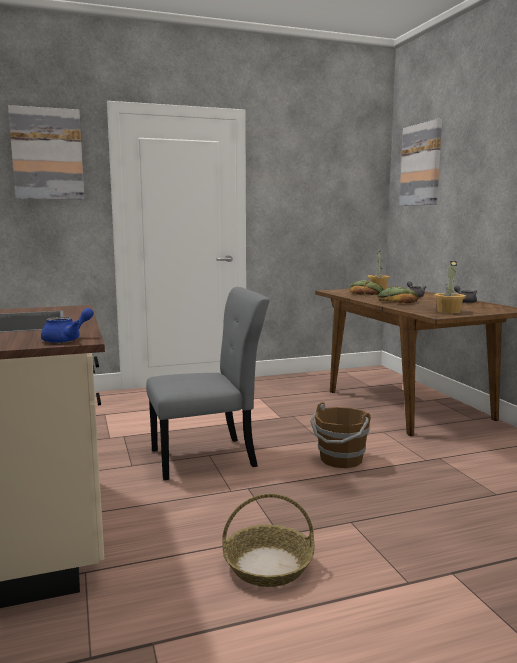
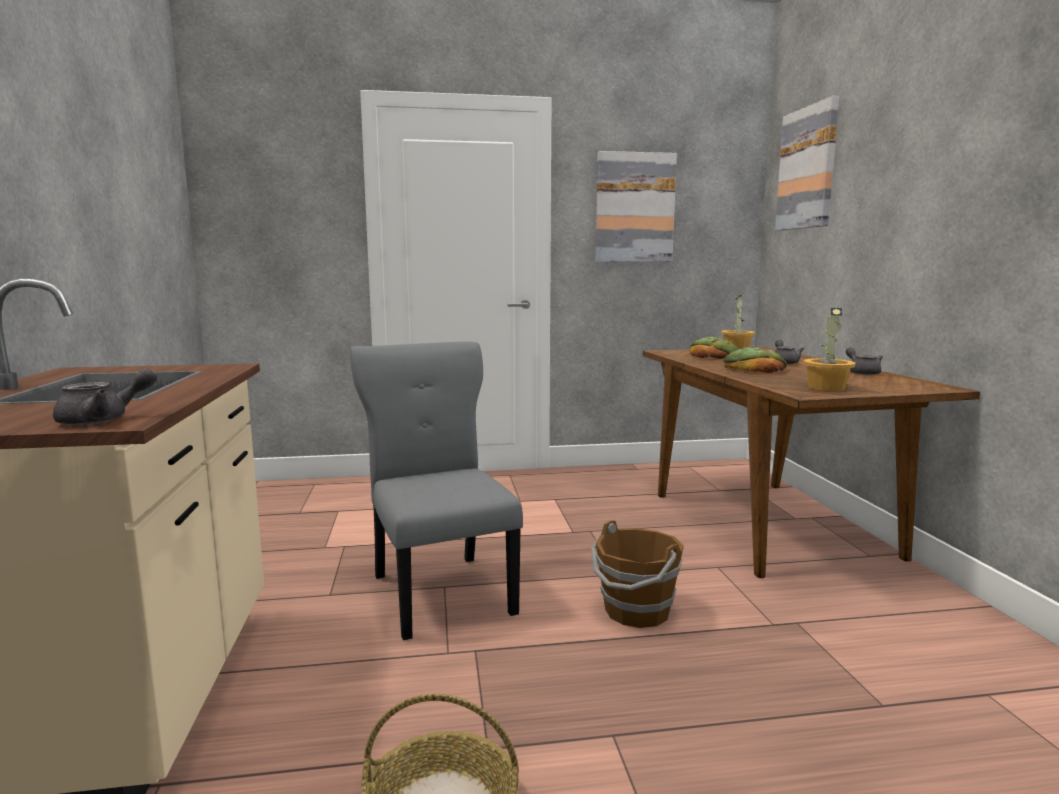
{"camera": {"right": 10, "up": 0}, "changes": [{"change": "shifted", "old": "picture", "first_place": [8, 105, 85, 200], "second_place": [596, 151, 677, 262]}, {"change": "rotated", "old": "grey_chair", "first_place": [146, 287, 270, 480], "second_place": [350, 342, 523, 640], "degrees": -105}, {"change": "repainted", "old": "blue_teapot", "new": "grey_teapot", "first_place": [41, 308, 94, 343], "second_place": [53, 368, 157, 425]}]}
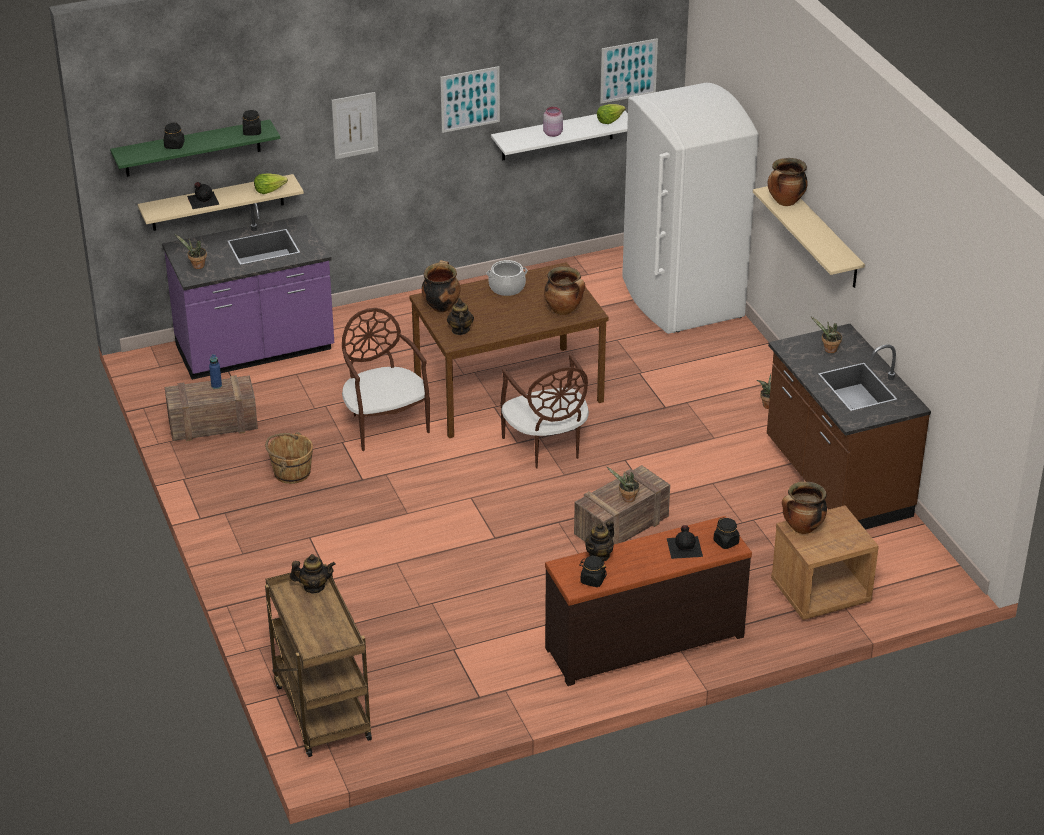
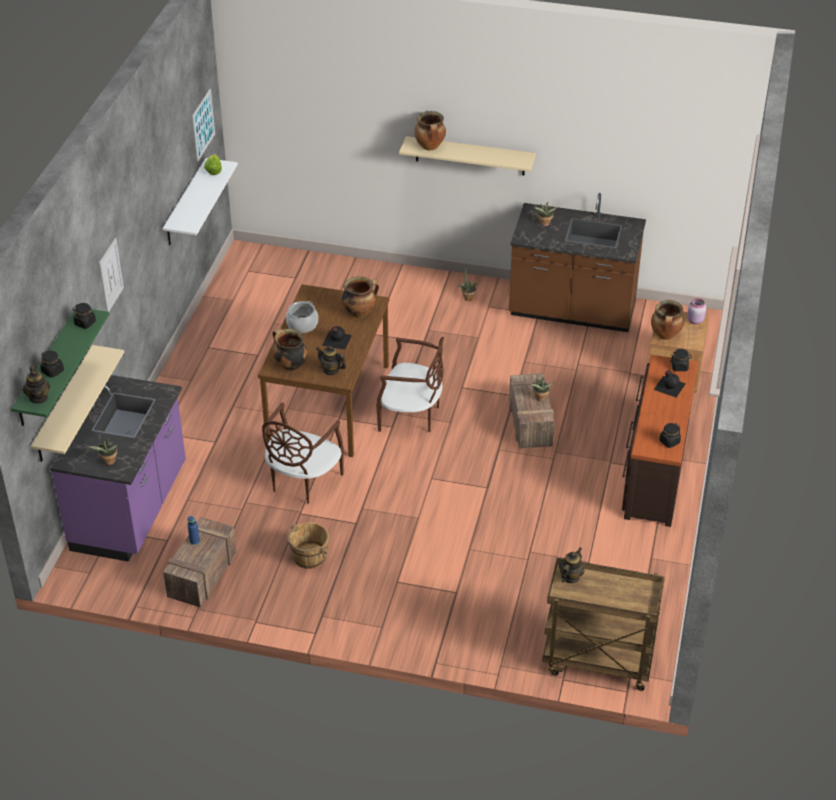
{"camera": {"right": -55, "up": 5}, "changes": [{"change": "gone", "old": "picture", "first_place": [440, 66, 500, 133]}, {"change": "gone", "old": "white_fridge", "first_place": [622, 82, 759, 334]}, {"change": "shifted", "old": "pink_jar", "first_place": [543, 107, 563, 137], "second_place": [687, 298, 706, 324]}, {"change": "gone", "old": "lettuce", "first_place": [254, 173, 288, 194]}, {"change": "shifted", "old": "black_bottle", "first_place": [187, 182, 220, 209], "second_place": [322, 326, 352, 350]}, {"change": "rotated", "old": "brown_chair", "first_place": [342, 308, 430, 451], "second_place": [262, 402, 344, 504], "degrees": -75}, {"change": "shifted", "old": "teapot", "first_place": [585, 520, 614, 562], "second_place": [22, 366, 50, 404]}]}
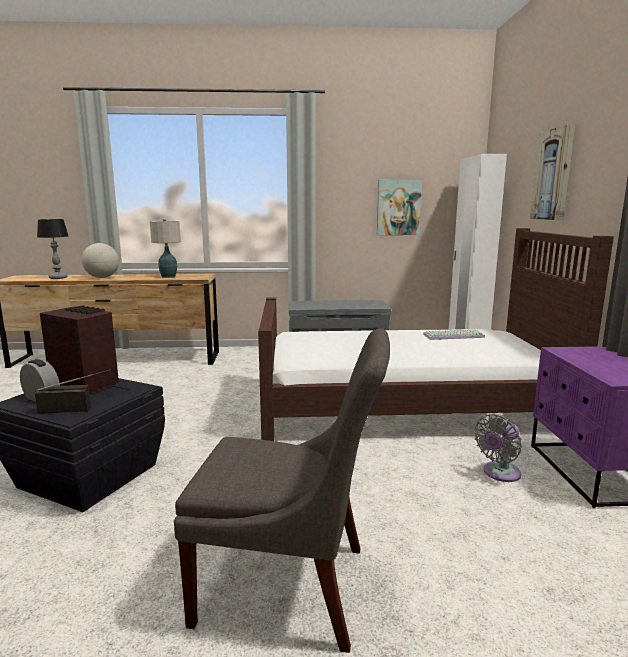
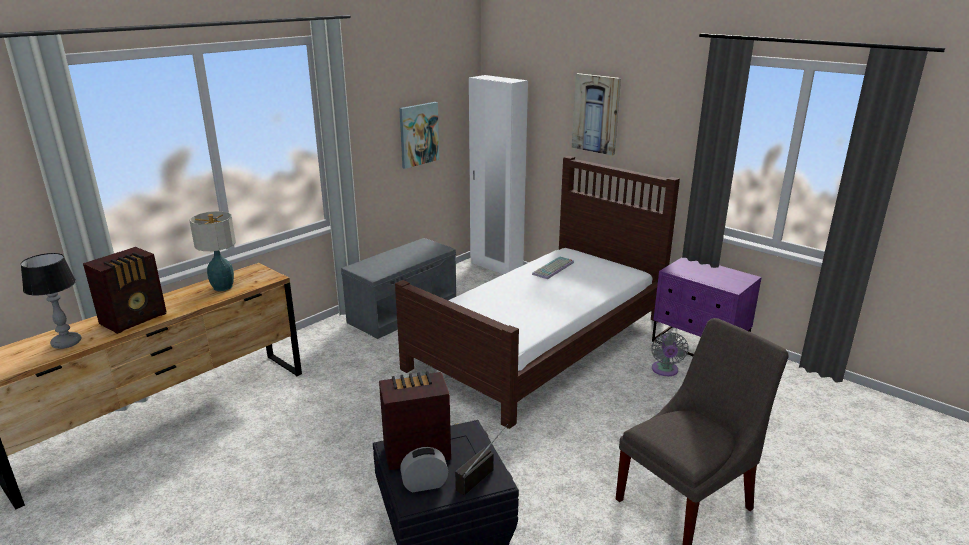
{"camera": {"right": -45, "up": 10}, "changes": [{"change": "swapped", "old": "globe", "new": "radio", "first_place": [81, 243, 119, 278], "second_place": [83, 247, 167, 334]}]}
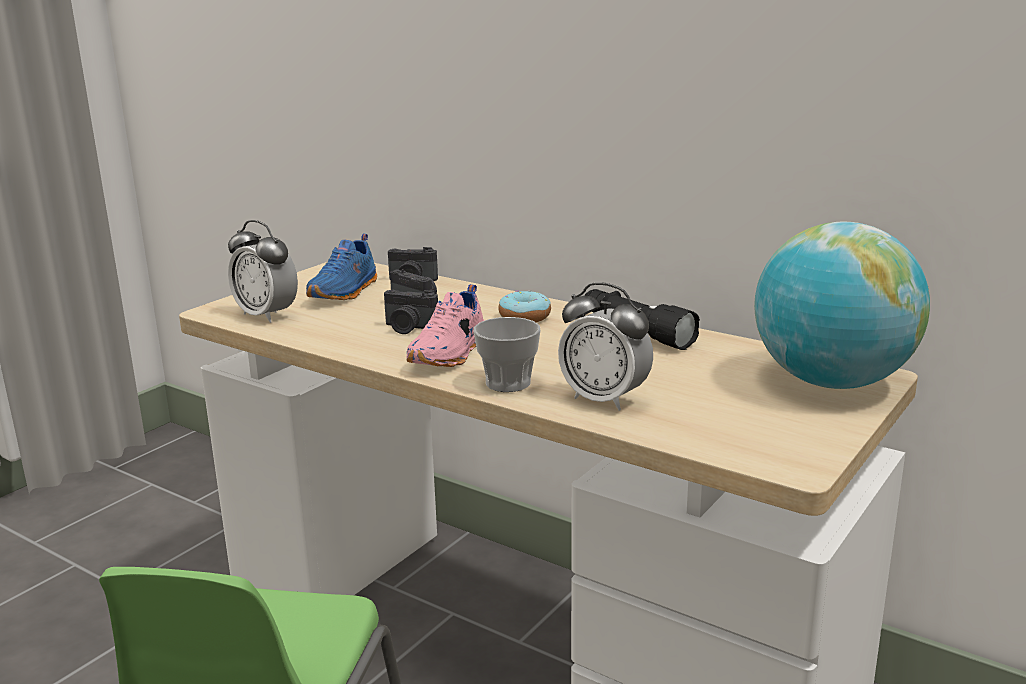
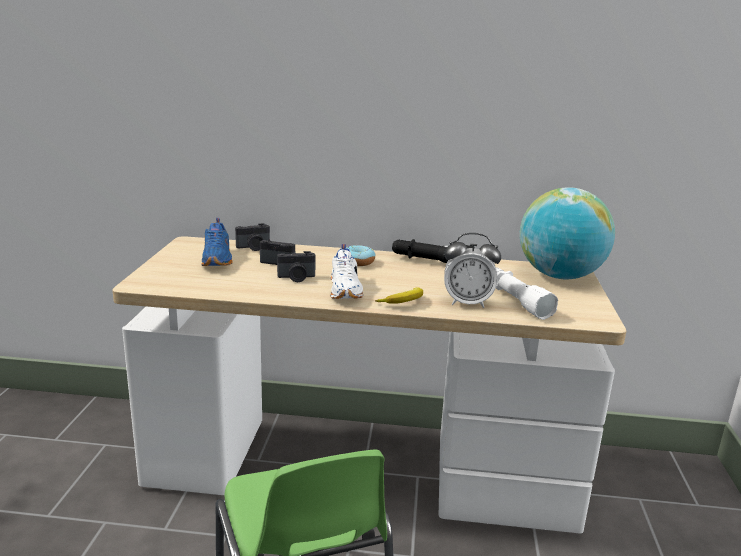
{"camera": {"right": -30, "up": 0}, "changes": [{"change": "gone", "old": "alarm_clock", "first_place": [228, 220, 298, 323]}, {"change": "repainted", "old": "pink_shoe", "new": "white_shoe", "first_place": [407, 284, 484, 367], "second_place": [330, 244, 363, 299]}, {"change": "swapped", "old": "cup", "new": "banana", "first_place": [474, 317, 541, 392], "second_place": [375, 287, 423, 304]}, {"change": "new", "new": "white_flashlight", "second_place": [496, 267, 558, 320]}]}
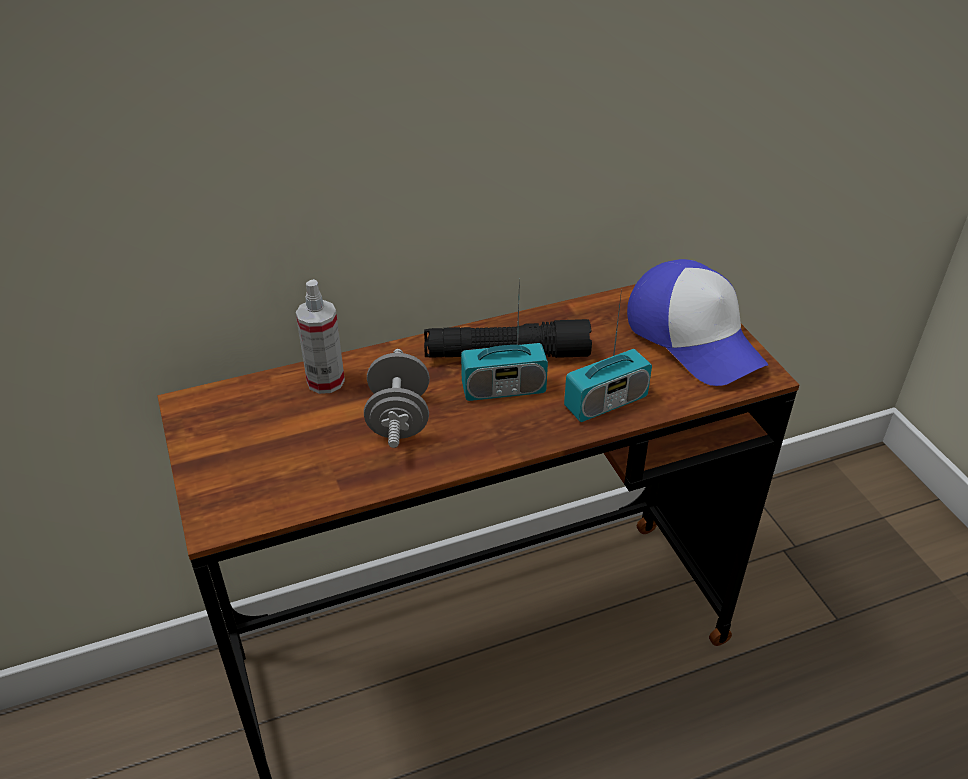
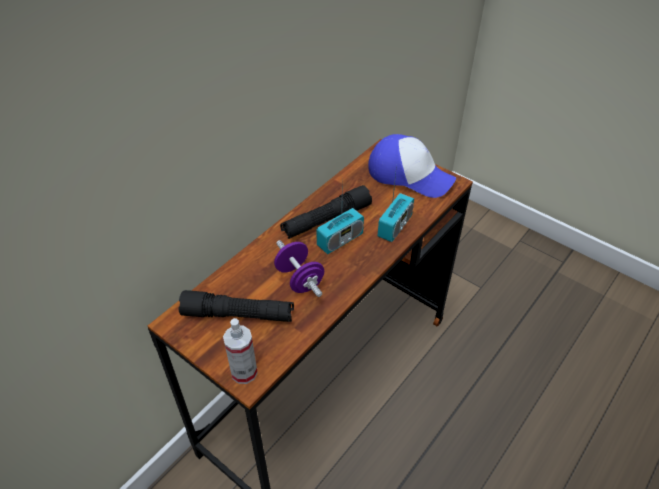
{"camera": {"right": -30, "up": 5}, "changes": [{"change": "shifted", "old": "spray_bottle", "first_place": [296, 279, 345, 394], "second_place": [223, 318, 258, 384]}, {"change": "repainted", "old": "grey_dumbbell", "new": "purple_dumbbell", "first_place": [364, 349, 430, 448], "second_place": [274, 240, 324, 297]}, {"change": "new", "new": "black_flashlight", "second_place": [178, 290, 294, 322]}]}
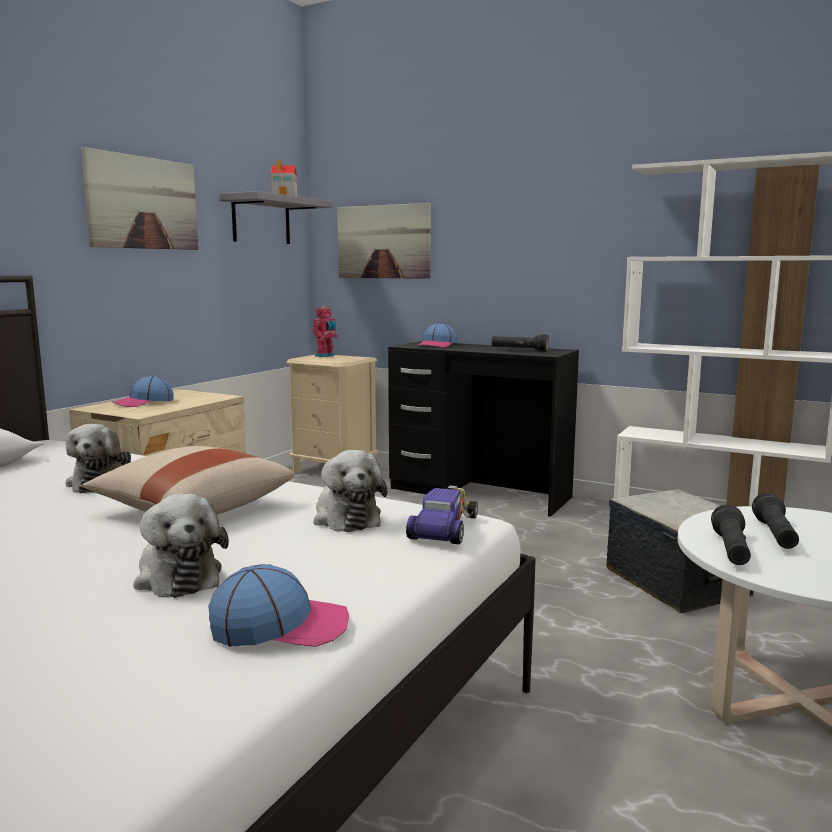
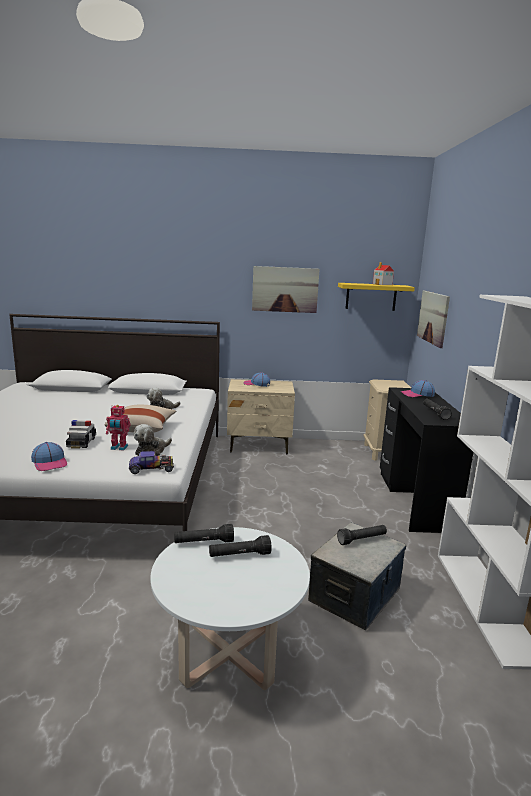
{"camera": {"right": 60, "up": 5}, "changes": [{"change": "repainted", "old": "grey_shelf", "new": "yellow_shelf", "first_place": [219, 191, 333, 244], "second_place": [338, 283, 415, 311]}, {"change": "shifted", "old": "toy_robot", "first_place": [313, 306, 338, 357], "second_place": [106, 405, 131, 451]}, {"change": "swapped", "old": "plush_toy", "new": "toy_car", "first_place": [133, 494, 229, 598], "second_place": [66, 420, 96, 449]}, {"change": "new", "new": "black_flashlight", "second_place": [337, 525, 387, 545]}]}
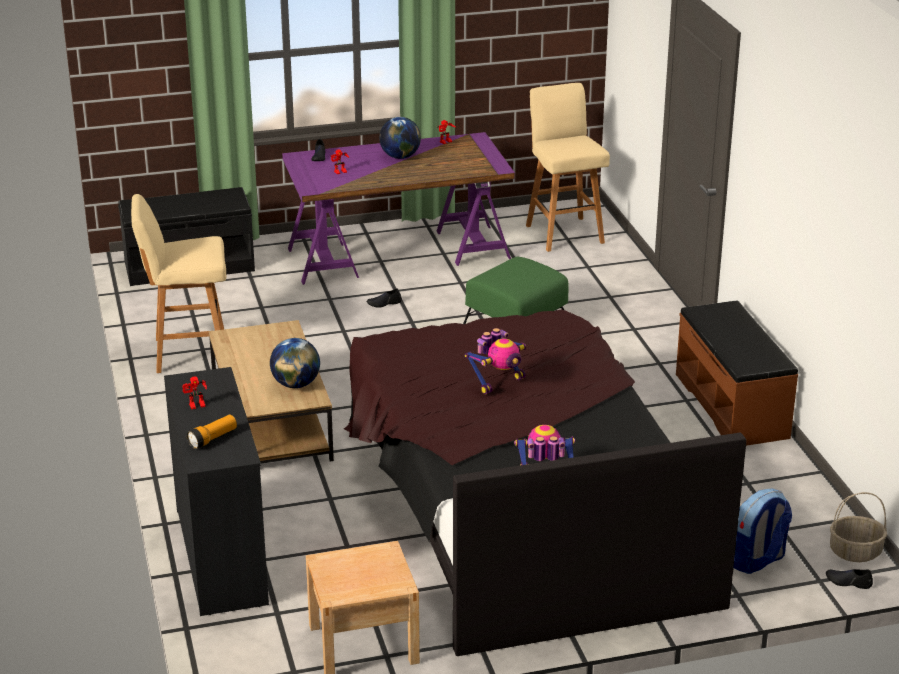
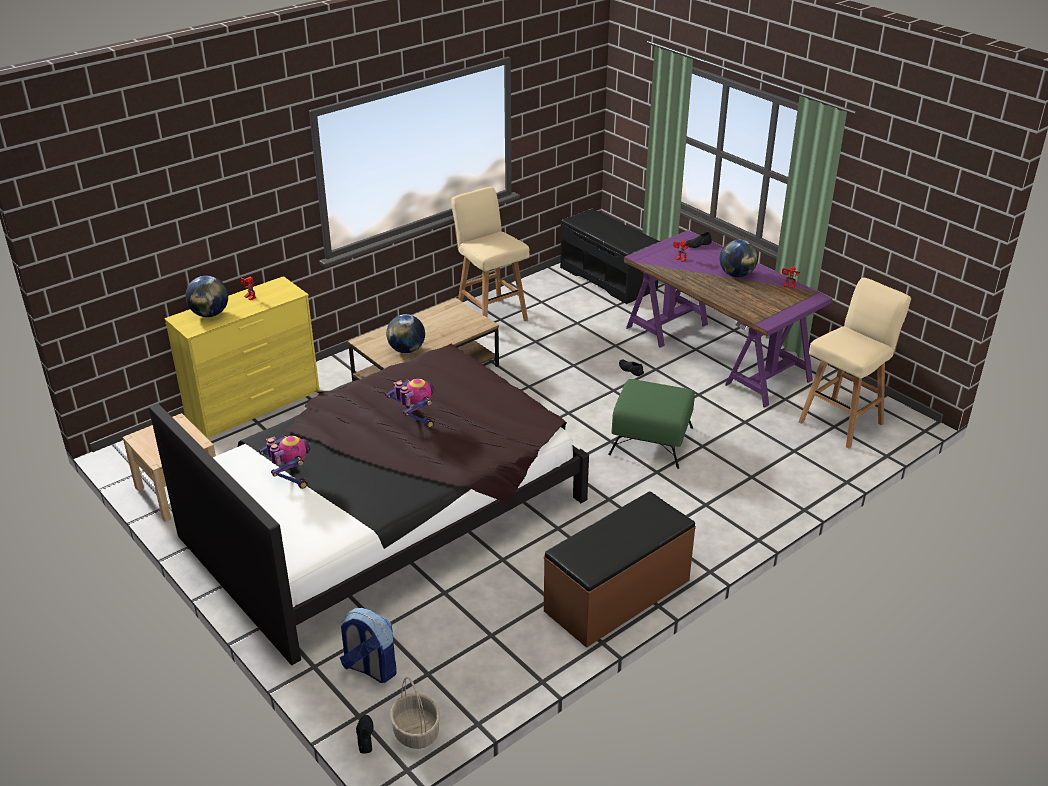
{"camera": {"right": 65, "up": 5}, "changes": [{"change": "rotated", "old": "toy_robot", "first_place": [465, 328, 526, 394], "second_place": [385, 379, 434, 428], "degrees": -150}, {"change": "repainted", "old": "black_dresser", "new": "yellow_dresser", "first_place": [164, 367, 269, 616], "second_place": [164, 276, 319, 439]}, {"change": "swapped", "old": "flashlight", "new": "globe", "first_place": [187, 415, 237, 449], "second_place": [185, 276, 228, 317]}]}
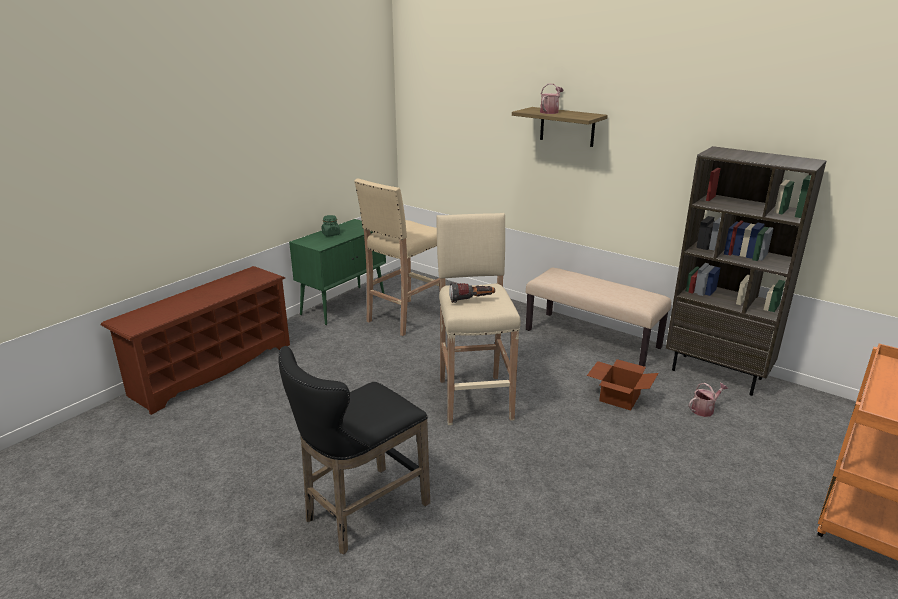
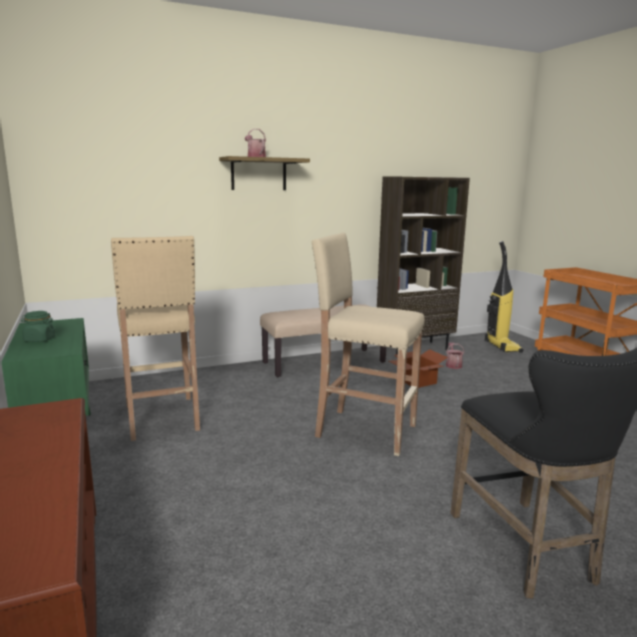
{"camera": {"right": -60, "up": -10}, "changes": [{"change": "gone", "old": "flashlight", "first_place": [449, 282, 495, 303]}, {"change": "new", "new": "vacuum_cleaner", "second_place": [485, 241, 523, 353]}]}
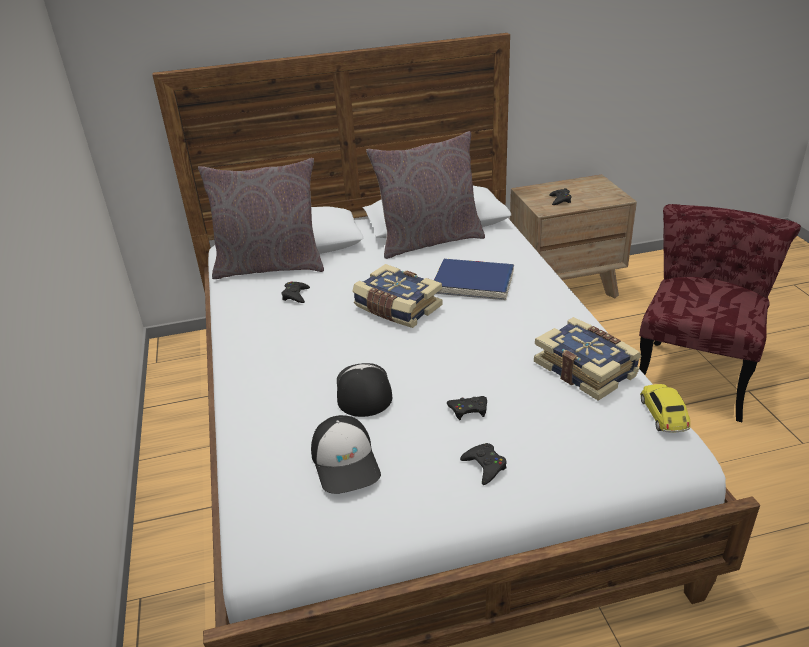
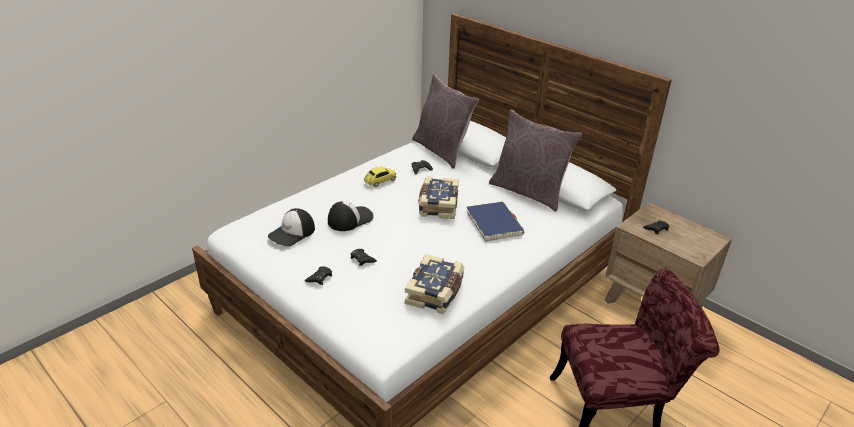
{"camera": {"right": 55, "up": 0}, "changes": [{"change": "shifted", "old": "toy_car", "first_place": [640, 384, 690, 433], "second_place": [364, 166, 396, 187]}]}
